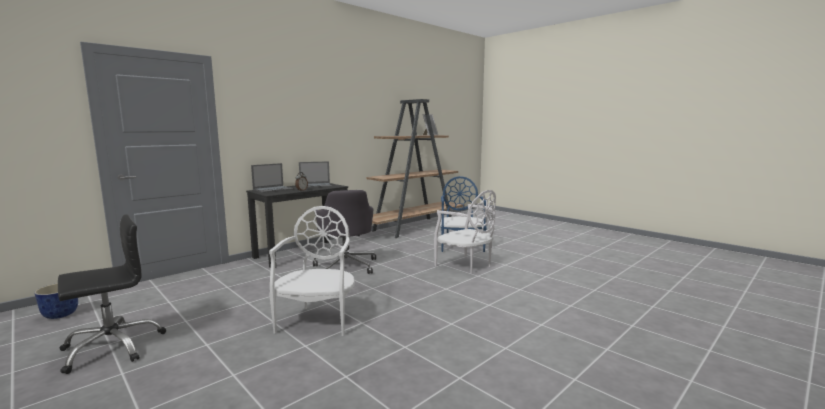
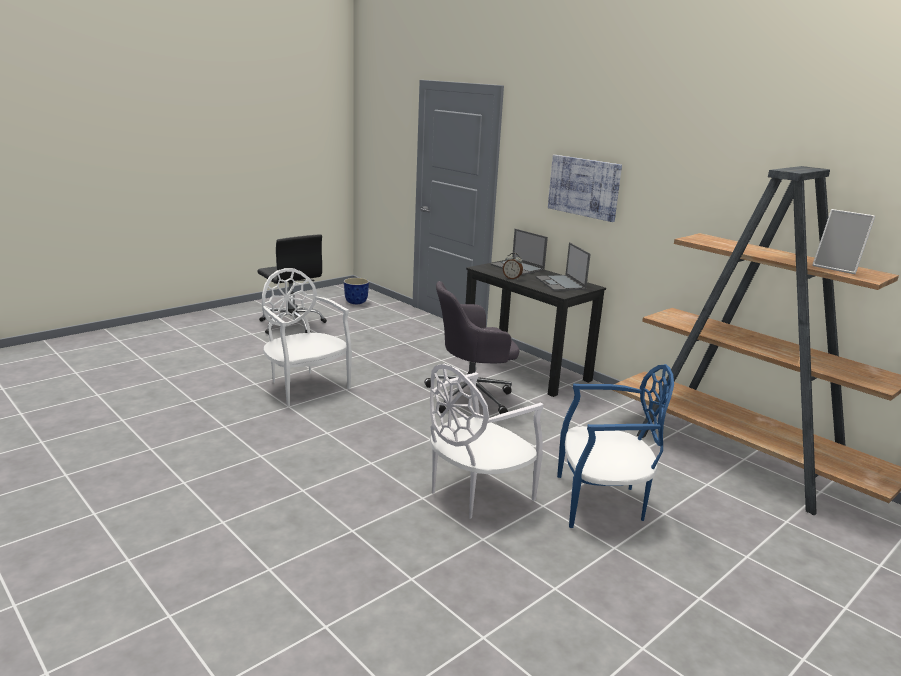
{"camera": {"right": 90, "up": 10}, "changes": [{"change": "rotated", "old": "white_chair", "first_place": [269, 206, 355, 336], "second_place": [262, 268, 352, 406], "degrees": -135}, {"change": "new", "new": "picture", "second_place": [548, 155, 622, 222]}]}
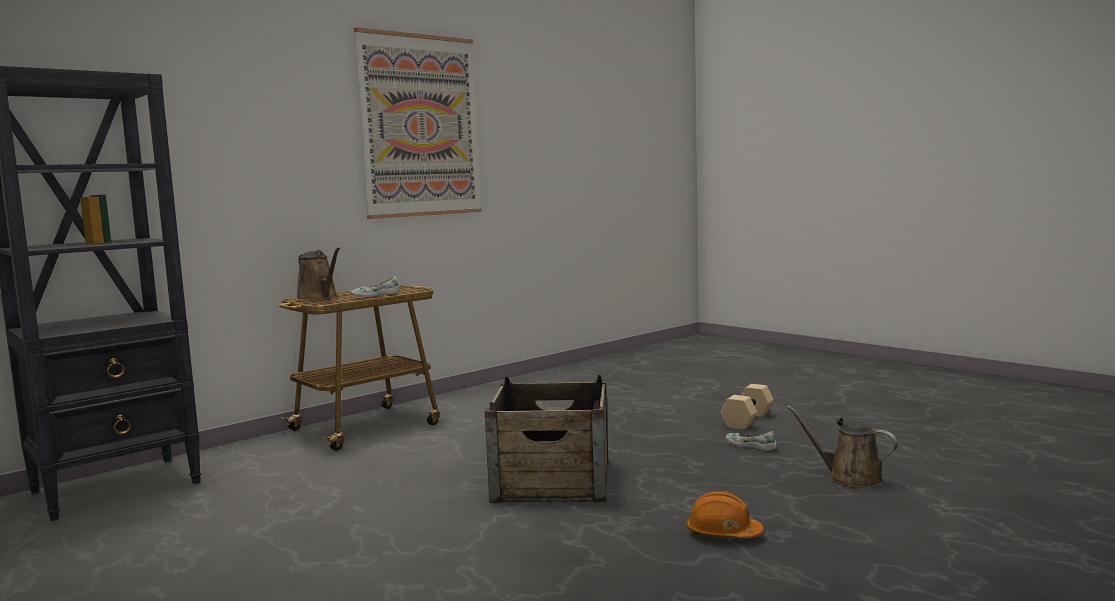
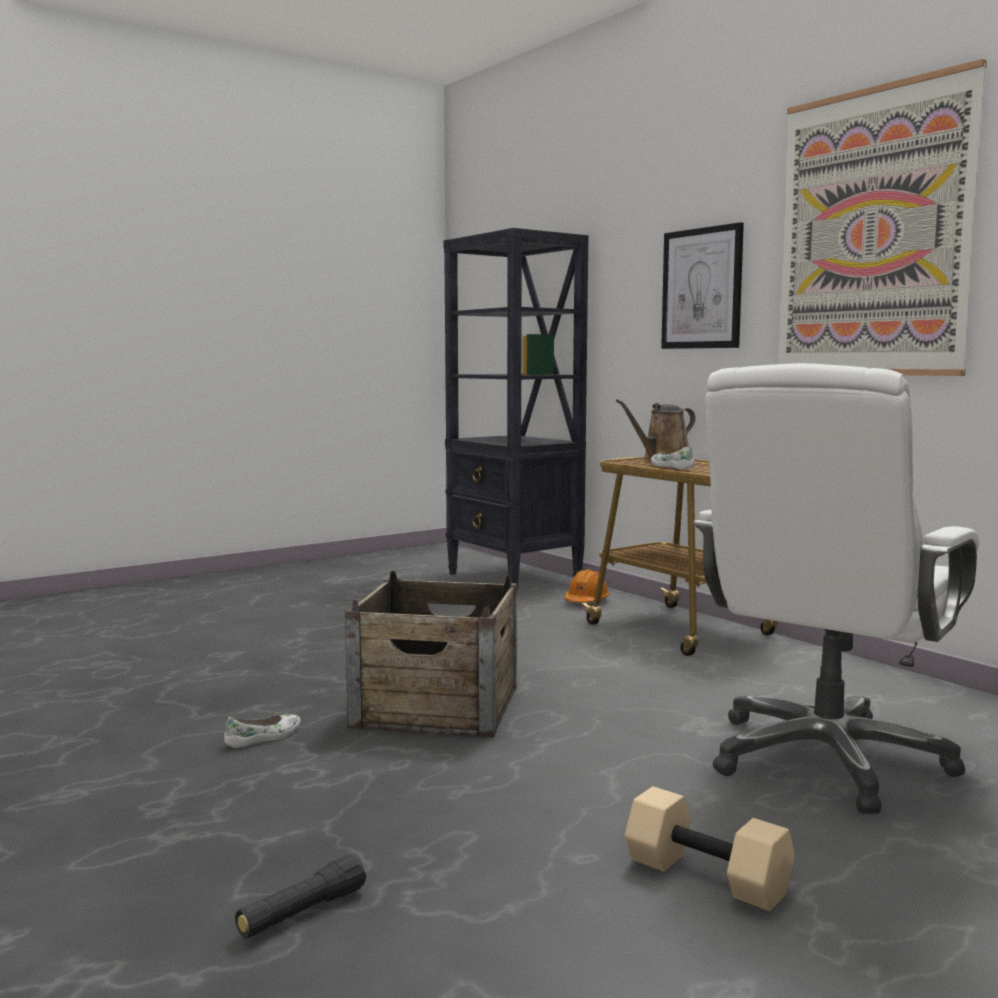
{"camera": {"right": 95, "up": 0}, "changes": [{"change": "swapped", "old": "brown_watering_can", "new": "black_flashlight", "first_place": [786, 406, 898, 488], "second_place": [235, 854, 366, 938]}, {"change": "shifted", "old": "white_shoe", "first_place": [726, 431, 777, 451], "second_place": [224, 715, 301, 748]}, {"change": "shifted", "old": "orange_hard_hat", "first_place": [686, 491, 764, 538], "second_place": [564, 569, 609, 603]}, {"change": "new", "new": "picture", "second_place": [661, 222, 744, 349]}, {"change": "new", "new": "white_office_chair", "second_place": [693, 363, 979, 814]}]}
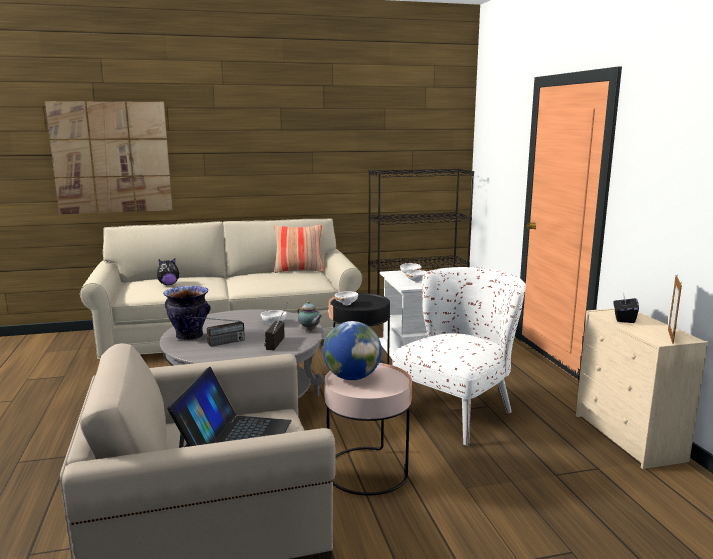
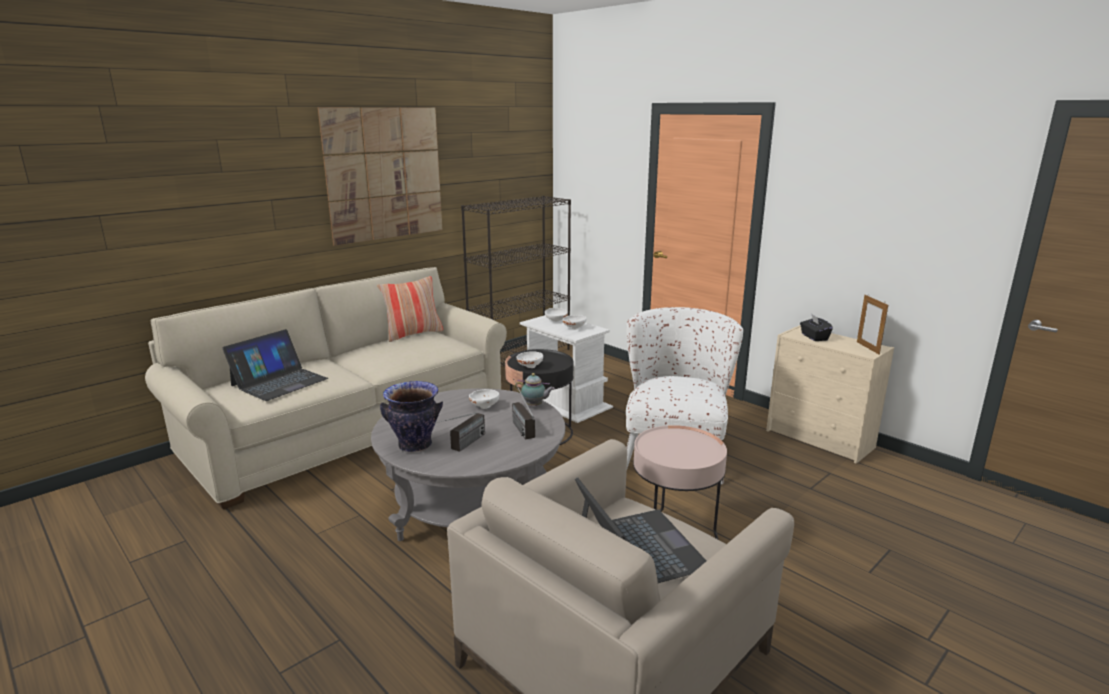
{"camera": {"right": -30, "up": 5}, "changes": [{"change": "shifted", "old": "picture", "first_place": [45, 101, 173, 214], "second_place": [318, 107, 442, 246]}, {"change": "swapped", "old": "plush_toy", "new": "laptop", "first_place": [157, 258, 180, 285], "second_place": [222, 329, 328, 401]}, {"change": "gone", "old": "globe", "first_place": [323, 321, 382, 380]}]}
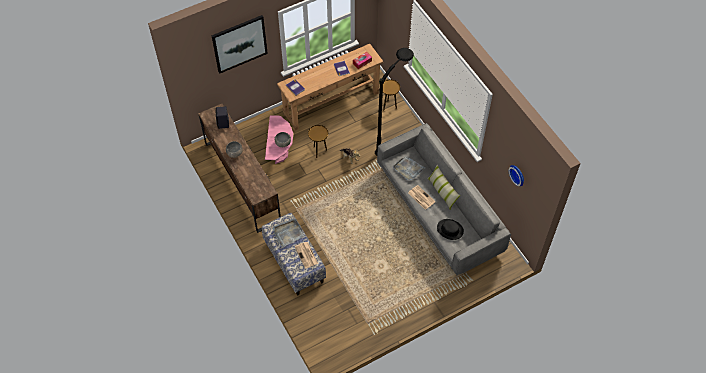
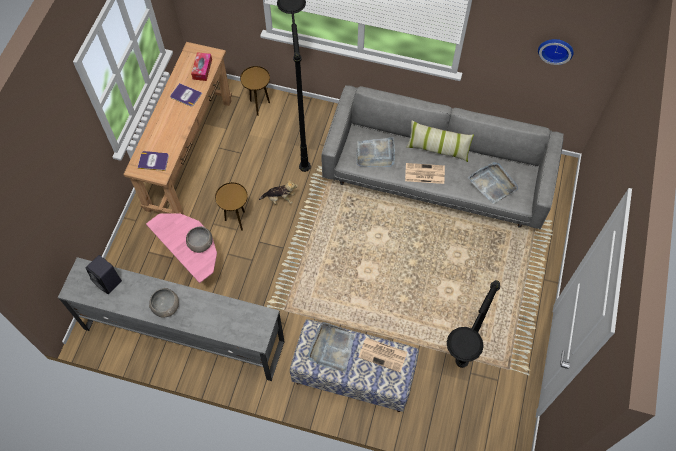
{"camera": {"right": -45, "up": 5}, "changes": [{"change": "gone", "old": "picture", "first_place": [212, 15, 268, 74]}, {"change": "repainted", "old": "brown_tv_stand", "new": "grey_tv_stand", "first_place": [198, 104, 281, 233], "second_place": [58, 257, 285, 381]}, {"change": "swapped", "old": "black_hat", "new": "grey_tray", "first_place": [437, 219, 464, 240], "second_place": [468, 162, 518, 204]}, {"change": "new", "new": "black_floor_lamp", "second_place": [447, 280, 500, 368]}]}
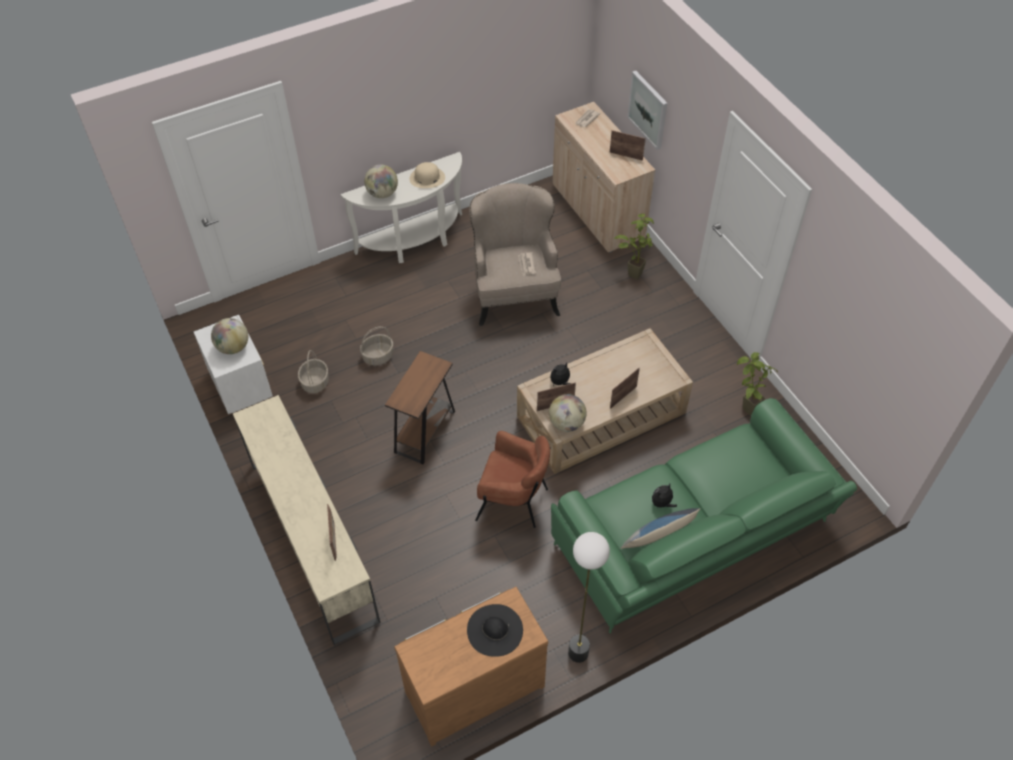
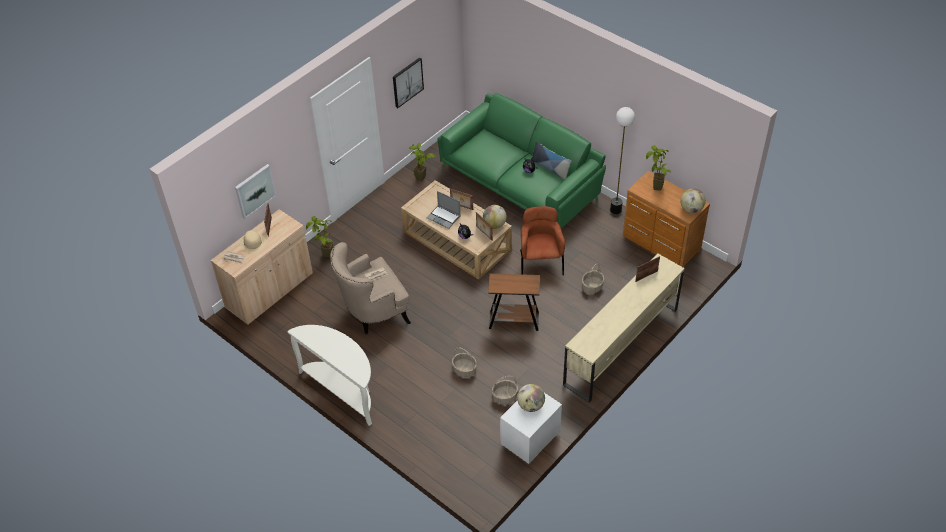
{"camera": {"right": -110, "up": -5}, "changes": [{"change": "shifted", "old": "beige_hat", "first_place": [409, 162, 445, 188], "second_place": [240, 230, 266, 253]}, {"change": "shifted", "old": "globe", "first_place": [364, 165, 398, 198], "second_place": [680, 188, 706, 213]}, {"change": "swapped", "old": "black_hat", "new": "potted_plant", "first_place": [467, 604, 523, 657], "second_place": [646, 145, 671, 191]}, {"change": "new", "new": "picture", "second_place": [393, 57, 424, 108]}, {"change": "new", "new": "laptop", "second_place": [426, 191, 461, 229]}, {"change": "new", "new": "basket", "second_place": [582, 263, 604, 294]}]}
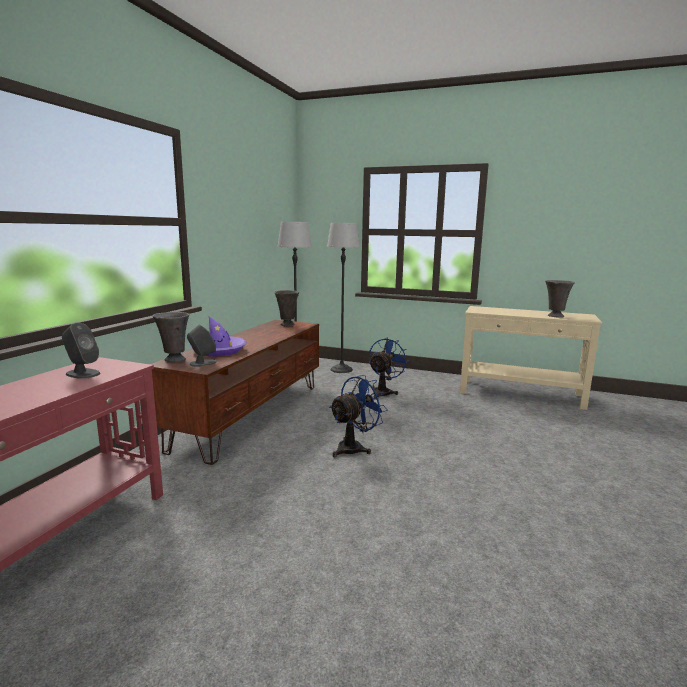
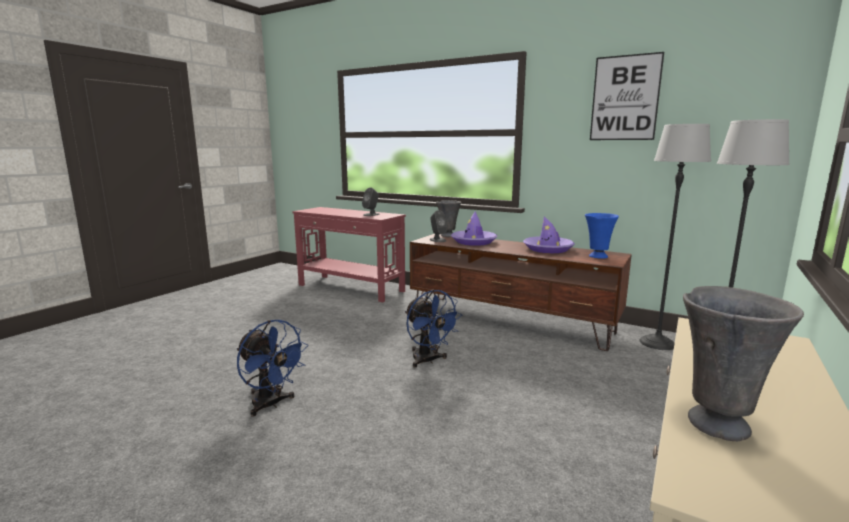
{"camera": {"right": 100, "up": 0}, "changes": [{"change": "repainted", "old": "grey_vase", "new": "blue_vase", "first_place": [274, 290, 299, 326], "second_place": [585, 213, 619, 259]}, {"change": "shifted", "old": "blue_fan", "first_place": [369, 338, 409, 399], "second_place": [237, 320, 308, 417]}, {"change": "new", "new": "picture", "second_place": [590, 52, 664, 140]}, {"change": "new", "new": "purple_hat", "second_place": [523, 216, 575, 253]}]}
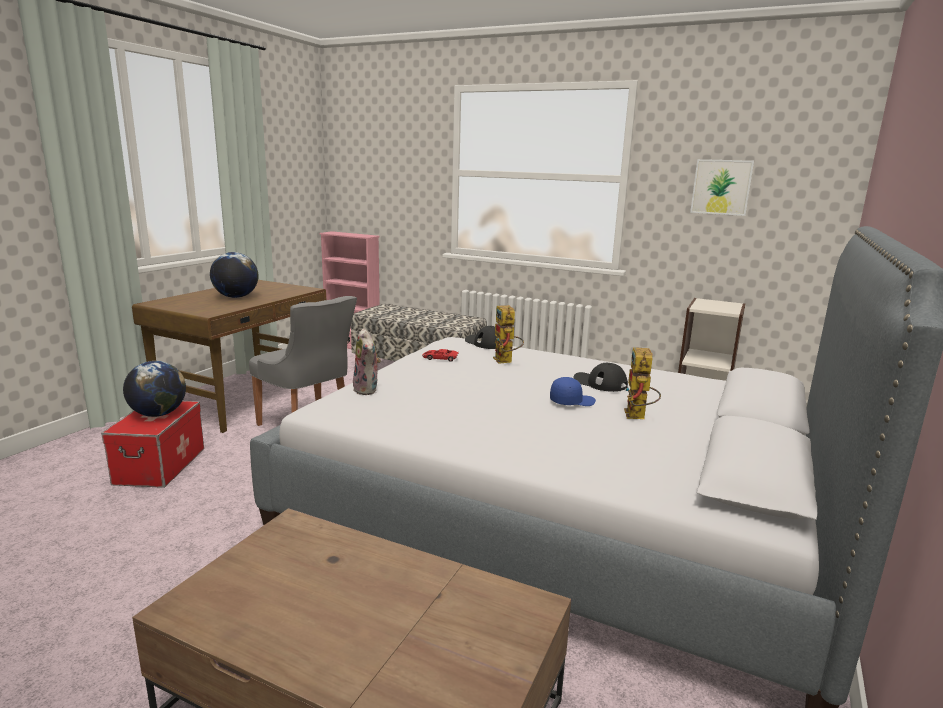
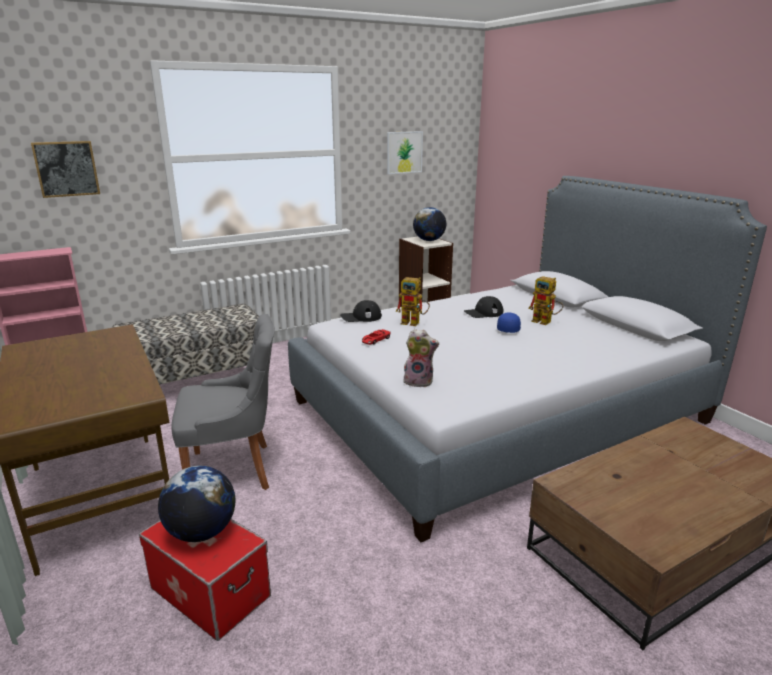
{"camera": {"right": -55, "up": 5}, "changes": [{"change": "shifted", "old": "globe", "first_place": [210, 252, 258, 298], "second_place": [413, 207, 446, 241]}, {"change": "new", "new": "picture", "second_place": [31, 141, 100, 198]}]}
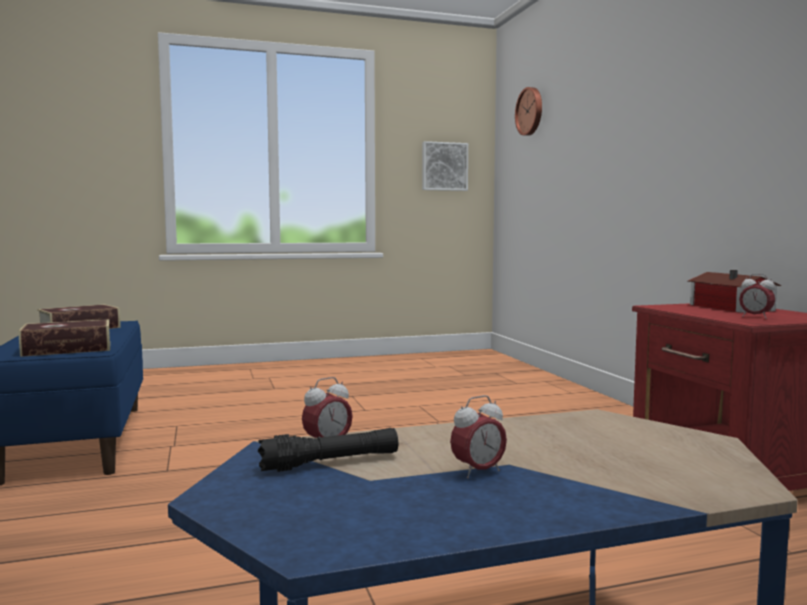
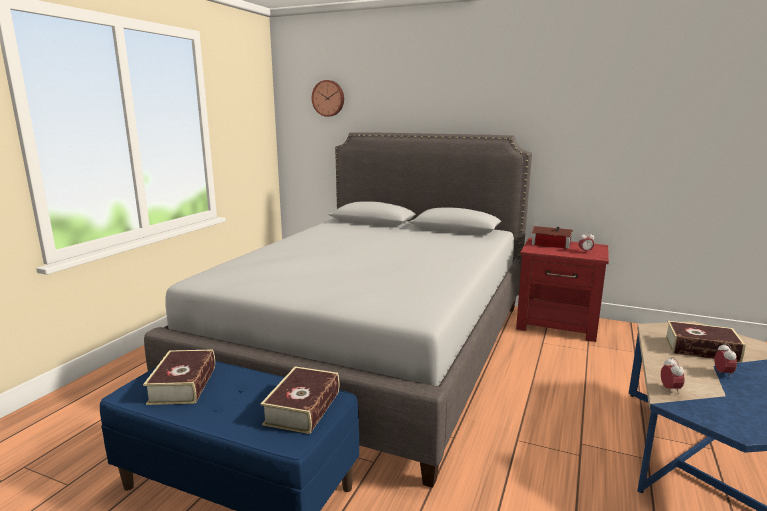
{"camera": {"right": -50, "up": 10}, "changes": [{"change": "gone", "old": "picture", "first_place": [422, 141, 468, 191]}, {"change": "gone", "old": "black_flashlight", "first_place": [258, 428, 398, 472]}, {"change": "new", "new": "grey_bed", "second_place": [144, 132, 532, 488]}, {"change": "new", "new": "book", "second_place": [665, 321, 746, 363]}]}
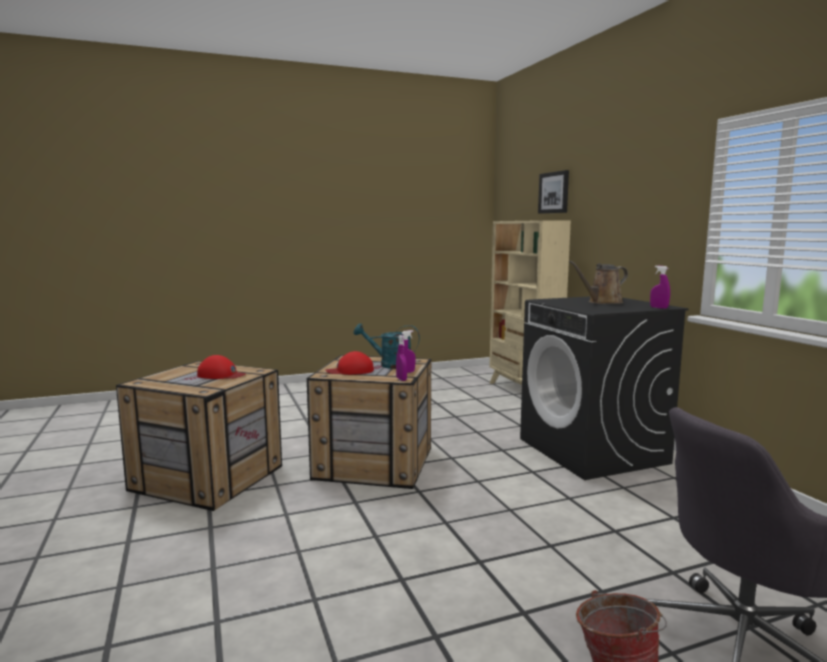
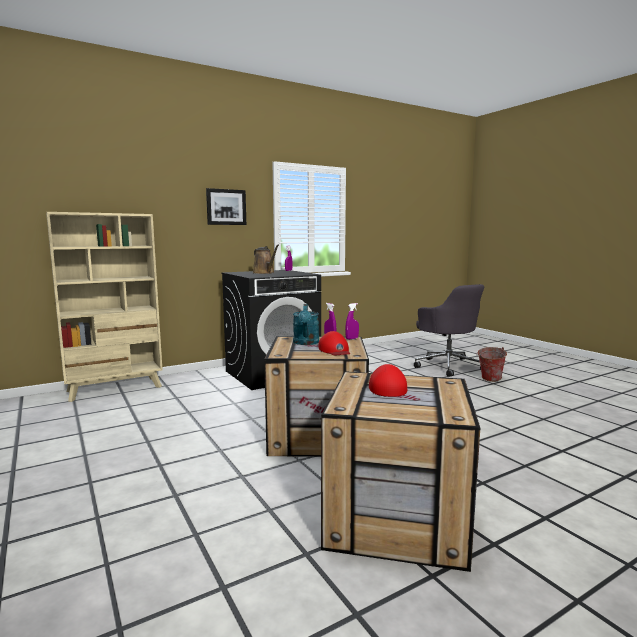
{"camera": {"right": -100, "up": 0}, "changes": [{"change": "shifted", "old": "picture", "first_place": [538, 170, 569, 214], "second_place": [206, 188, 246, 225]}]}
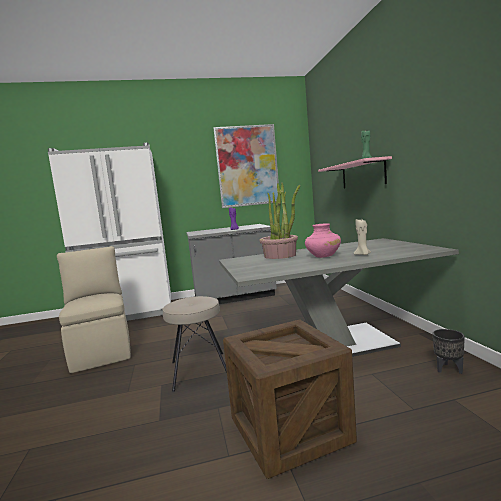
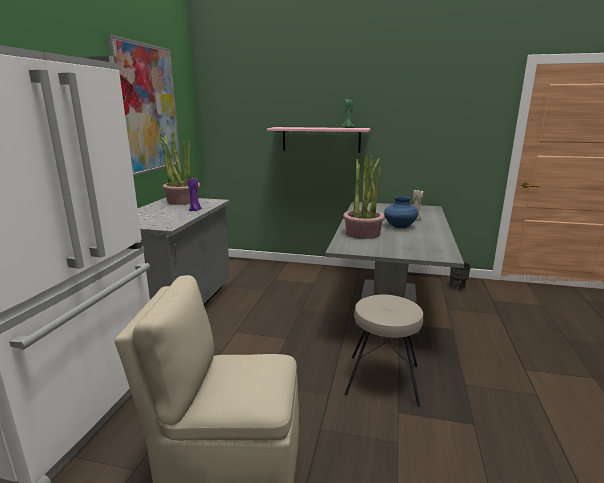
{"camera": {"right": -65, "up": 10}, "changes": [{"change": "repainted", "old": "pink_vase", "new": "blue_vase", "first_place": [305, 224, 341, 258], "second_place": [384, 196, 419, 228]}, {"change": "gone", "old": "crate", "first_place": [223, 319, 357, 479]}, {"change": "new", "new": "potted_plant", "second_place": [160, 132, 200, 205]}]}
